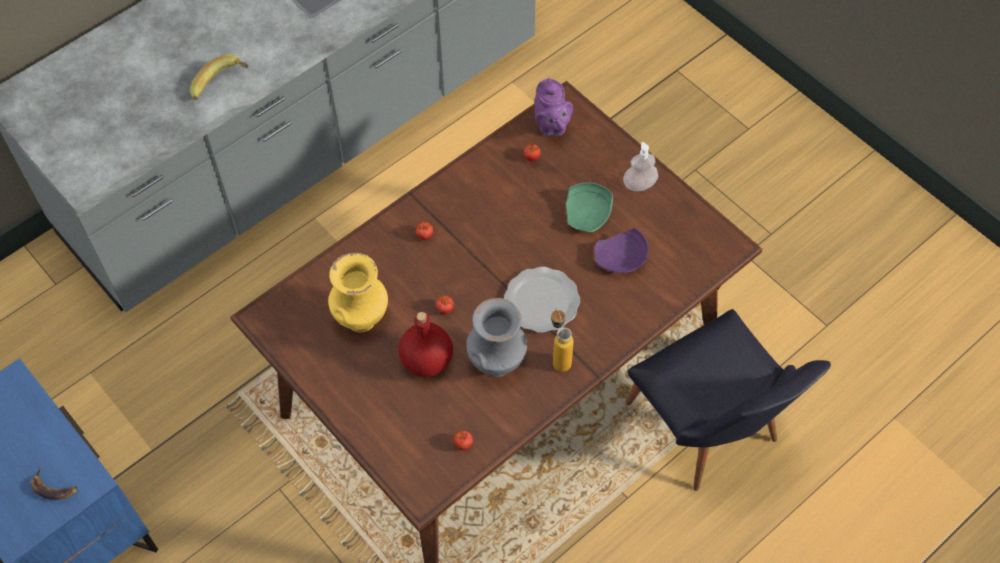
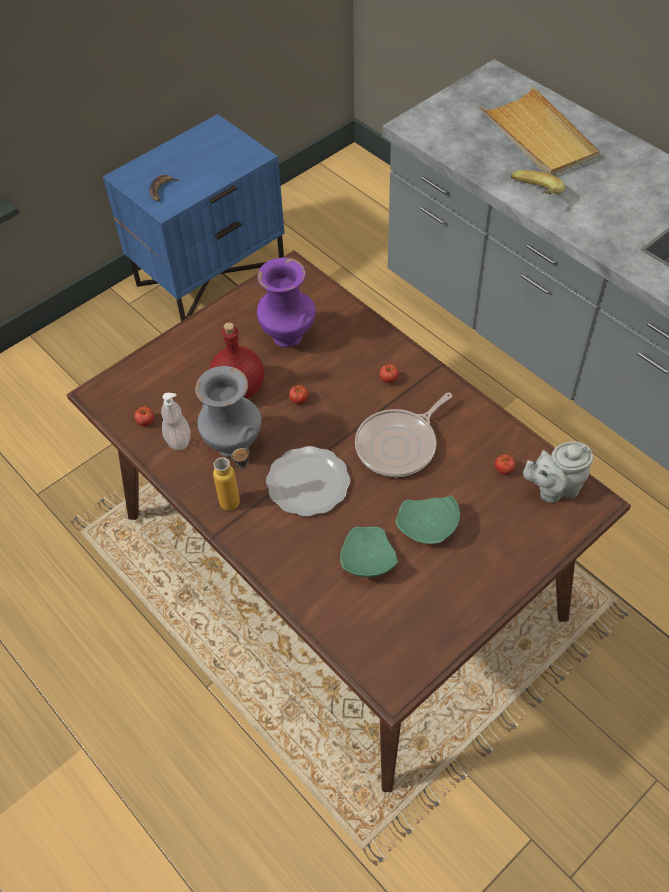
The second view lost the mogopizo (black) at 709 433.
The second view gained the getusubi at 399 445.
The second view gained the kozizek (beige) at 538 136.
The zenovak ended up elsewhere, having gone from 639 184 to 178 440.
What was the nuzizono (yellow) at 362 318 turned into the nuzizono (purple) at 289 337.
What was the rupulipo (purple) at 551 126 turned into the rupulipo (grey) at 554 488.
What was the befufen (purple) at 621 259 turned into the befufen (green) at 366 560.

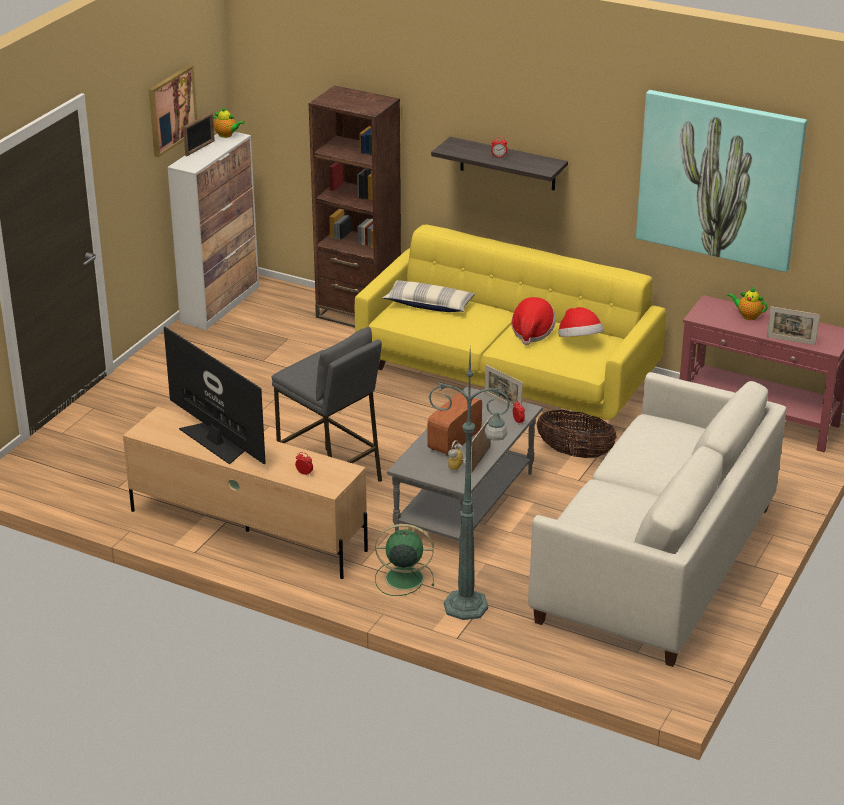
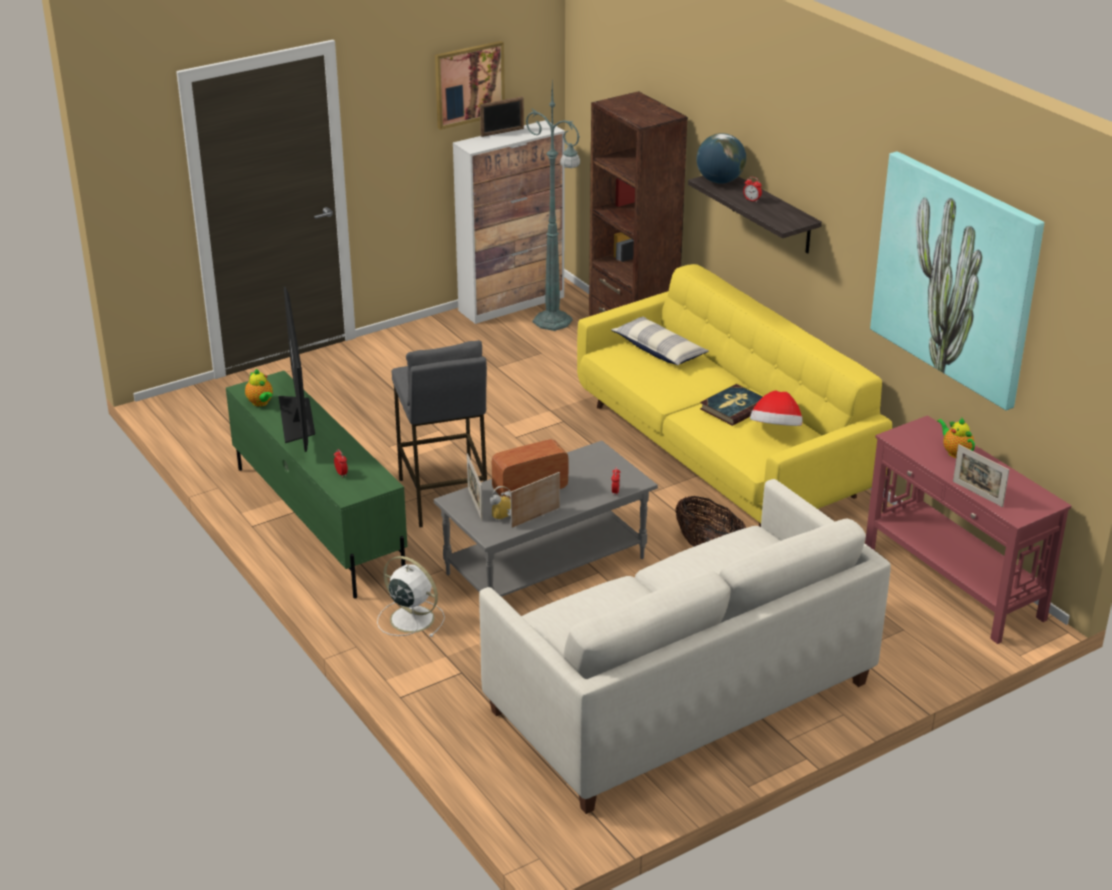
The second view gained the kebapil at 720 181.
The rupulipo ended up elsewhere, having gone from 227 135 to 261 403.
The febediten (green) ended up elsewhere, having gone from 468 606 to 554 322.
The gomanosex ended up elsewhere, having gone from 502 403 to 475 504.
Where the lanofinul stood at 532 333, the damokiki came to stand at 734 407.
What was the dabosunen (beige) at 246 529 turned into the dabosunen (green) at 318 520.
What was the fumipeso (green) at 402 578 turned into the fumipeso (white) at 410 618.

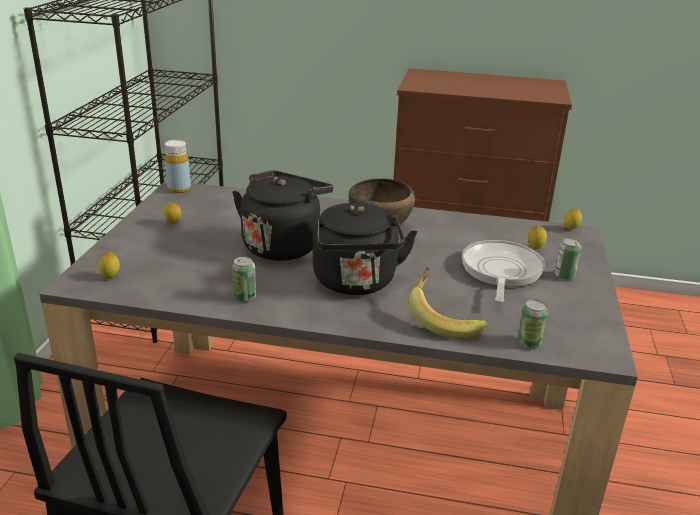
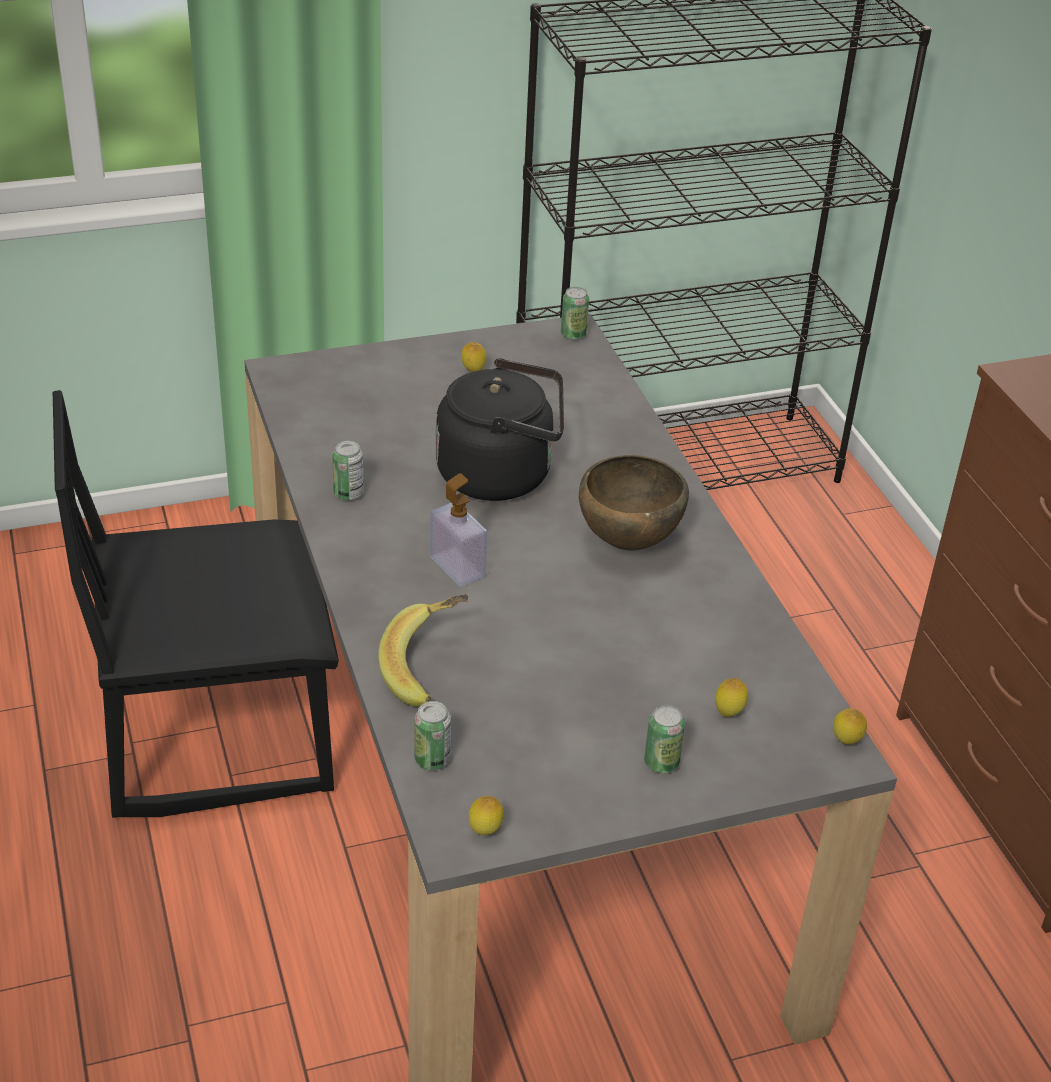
The second view lost the getusubi at 500 272.
The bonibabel ended up elsewhere, having gone from 111 277 to 485 832.
Where the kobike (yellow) stood at 179 189, the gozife came to stand at 573 335.
Where the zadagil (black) stood at 356 283, the zenovak came to stand at 457 567.

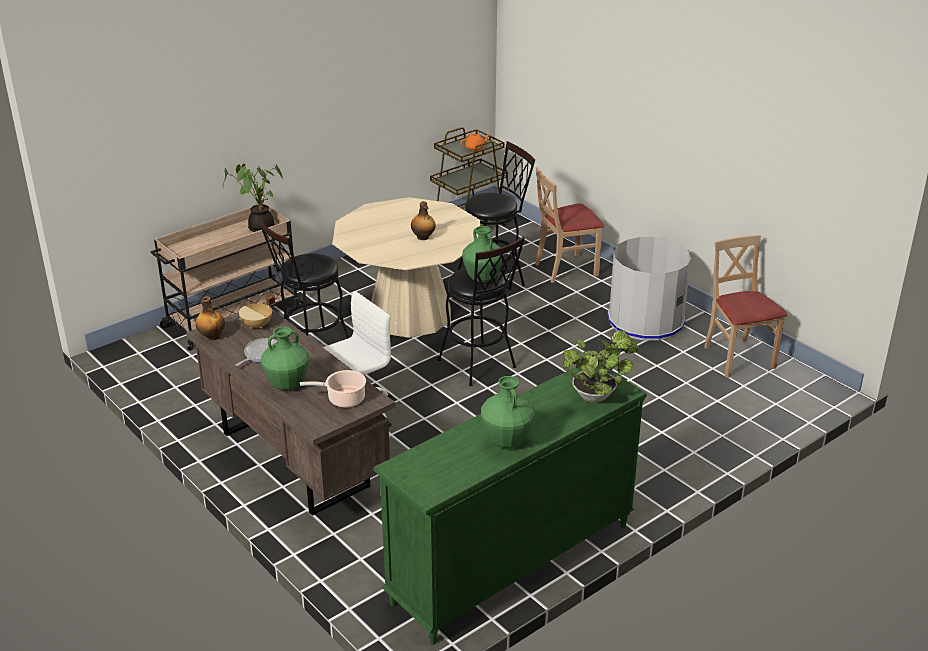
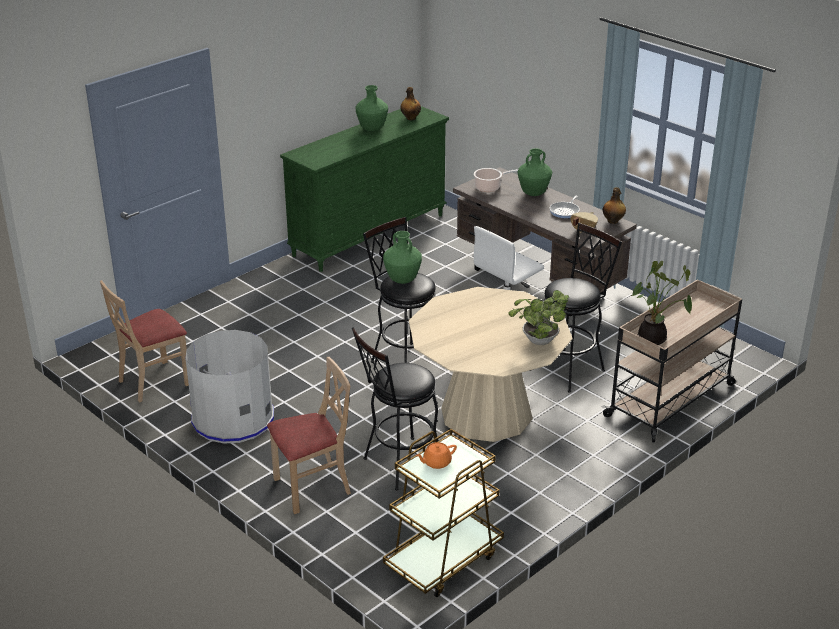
The kobike ended up elsewhere, having gone from 423 237 to 410 118.
The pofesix ended up elsewhere, having gone from 596 395 to 537 341.
The mogopizo (beige) at 738 358 ended up facing another way, 75 degrees clockwise from before.

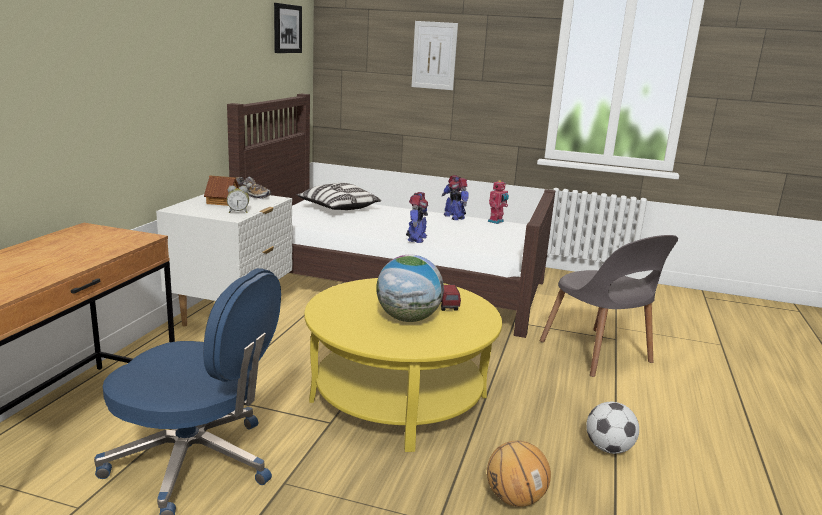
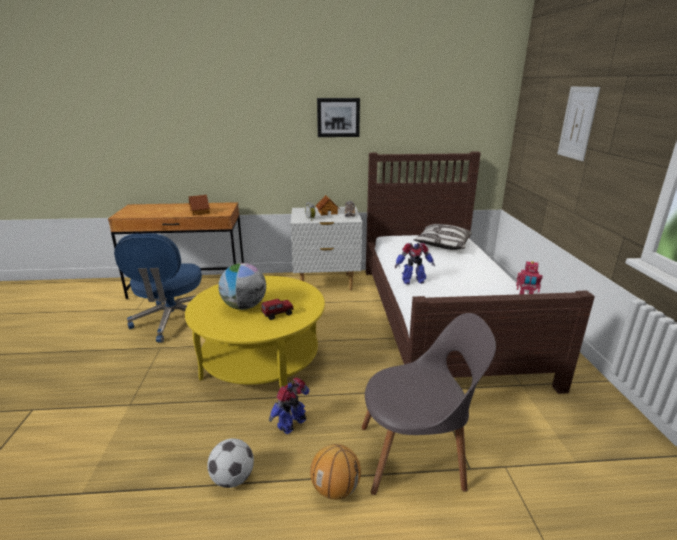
The second view gained the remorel at 200 212.
The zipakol ended up elsewhere, having gone from 286 28 to 338 117.
The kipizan ended up elsewhere, having gone from 454 217 to 293 424.
The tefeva ended up elsewhere, having gone from 514 498 to 335 488.
The mogopizo (grey) at 598 354 ended up facing another way, 135 degrees counterclockwise from before.

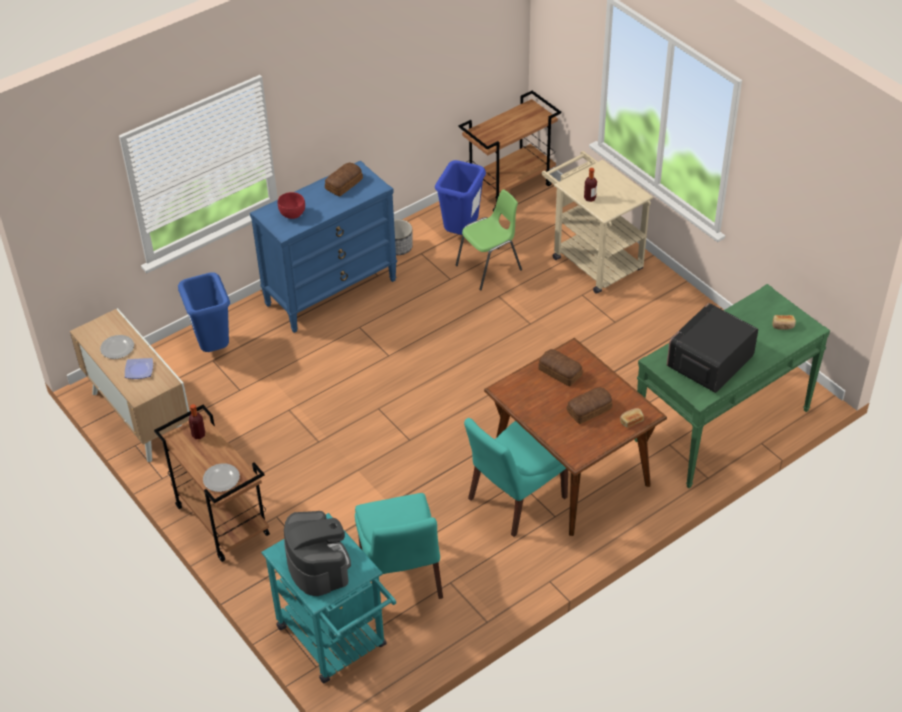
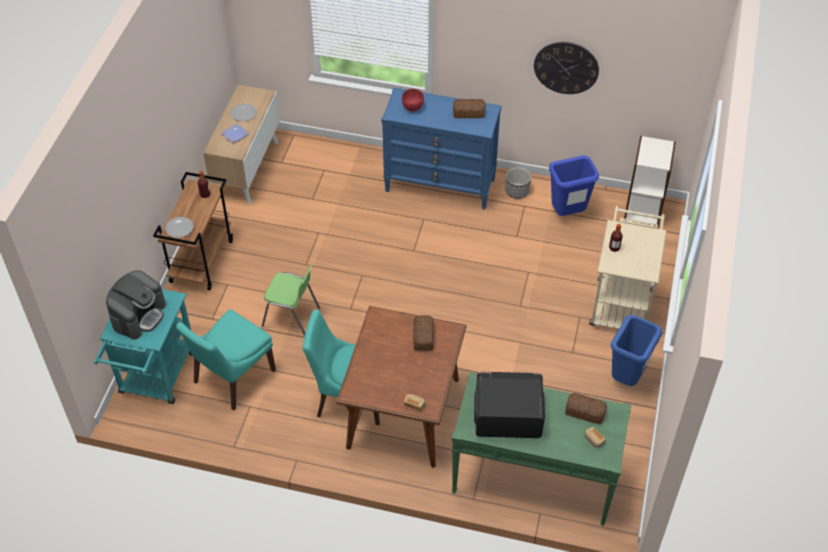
The second view gained the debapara at 566 67.
The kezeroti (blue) ended up elsewhere, having gone from 213 348 to 626 378.
The mogopizo (green) ended up elsewhere, having gone from 490 268 to 291 317.
The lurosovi ended up elsewhere, having gone from 590 410 to 585 412.
Where the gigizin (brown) stood at 509 187, the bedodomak came to stand at 643 210.

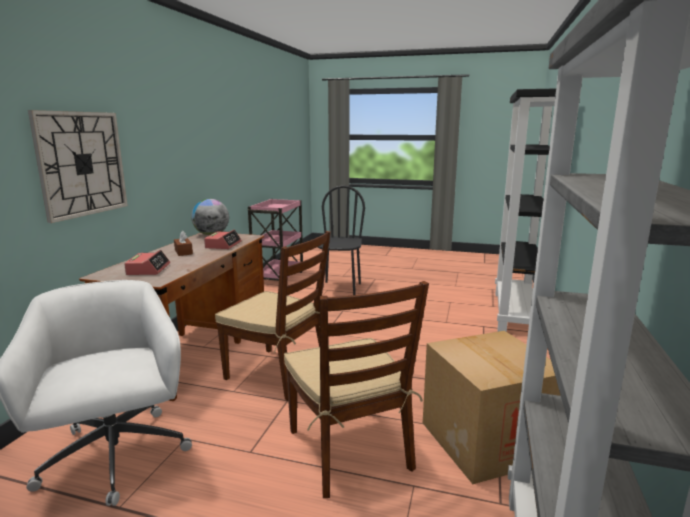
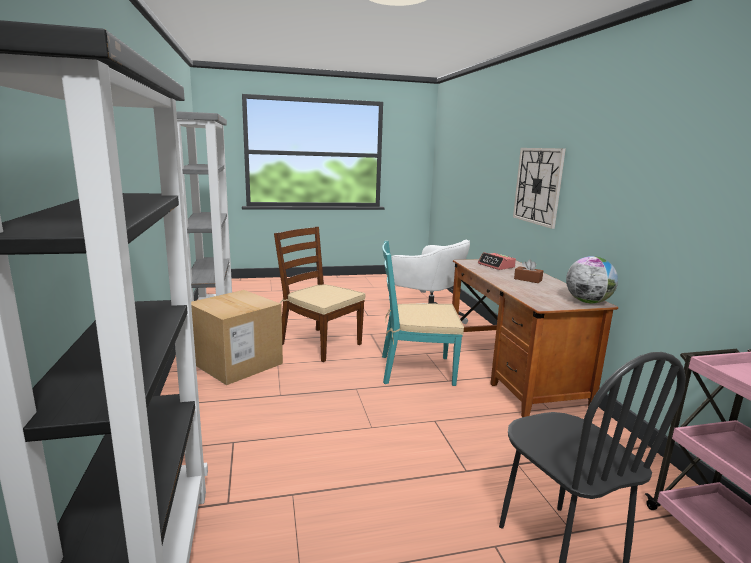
The second view lost the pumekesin at 223 245.
What was the mogopizo (brown) at 278 373 turned into the mogopizo (turquoise) at 416 370.

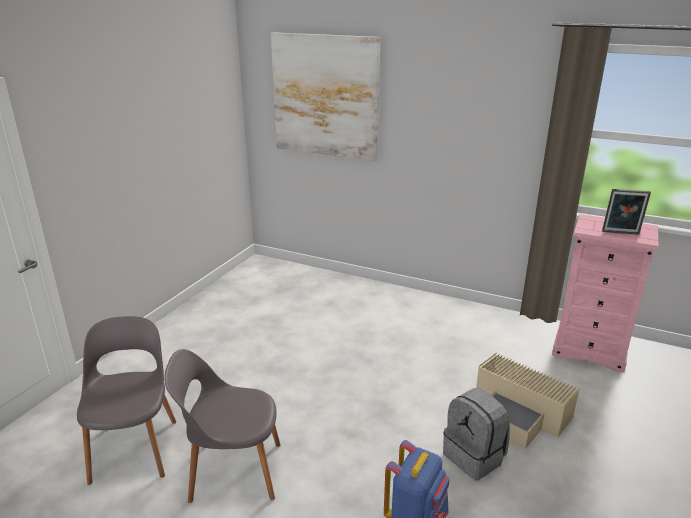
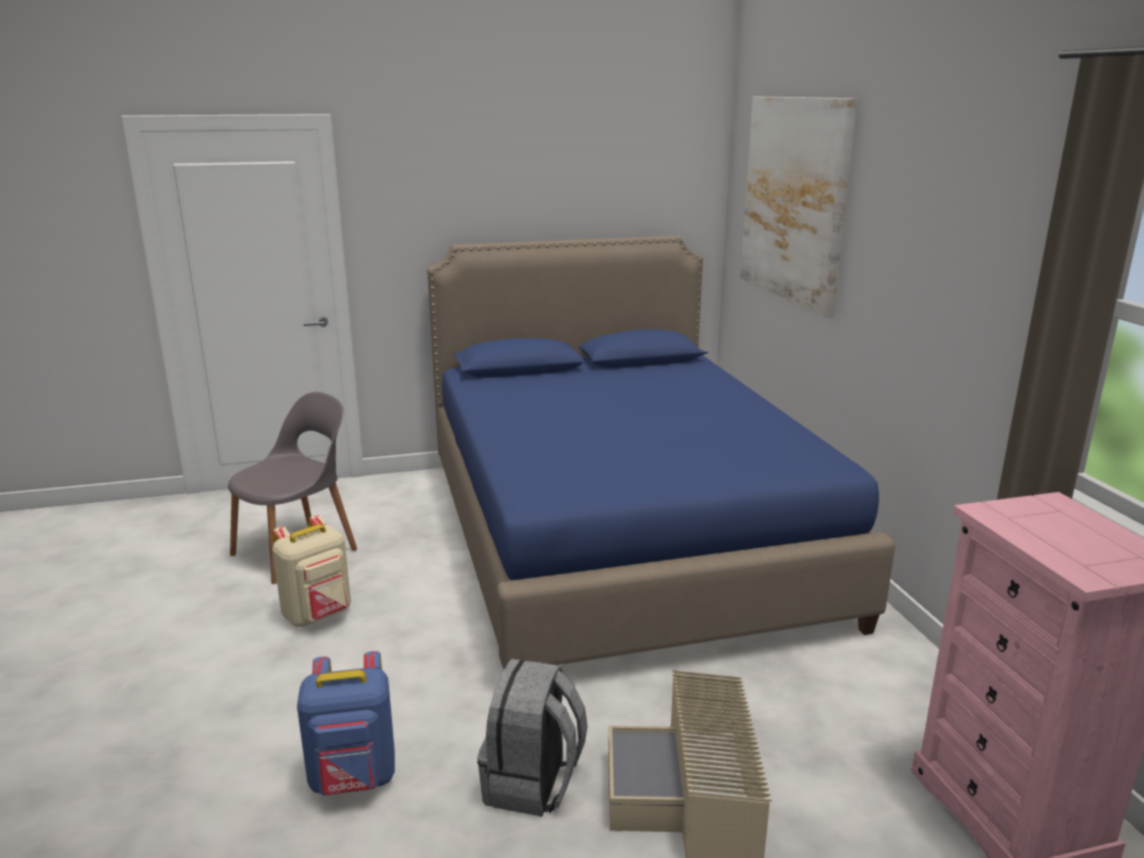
The second view lost the gomanosex at 620 233.
The second view gained the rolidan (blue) at 620 538.
Where the mogopizo (grey) stood at 233 471, the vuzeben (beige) came to stand at 318 616.

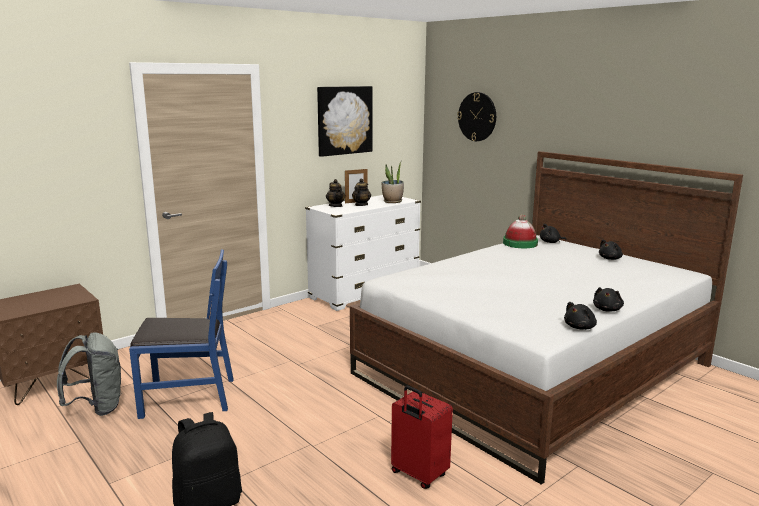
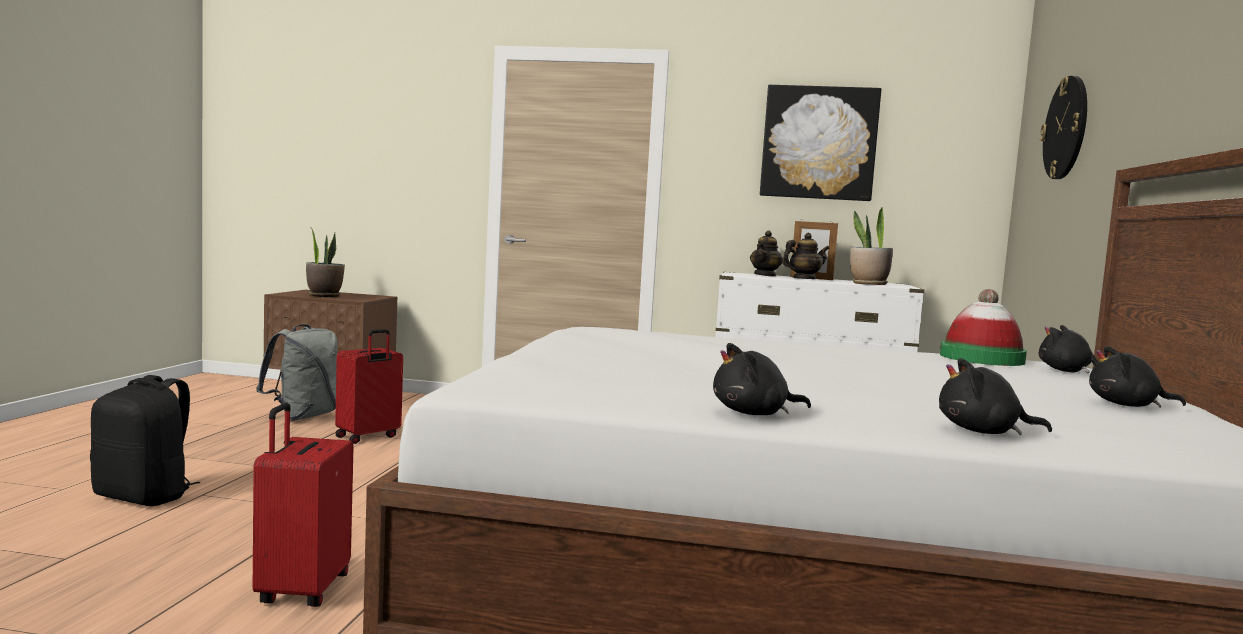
The second view gained the pofesix at 324 296.
The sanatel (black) ended up elsewhere, having gone from 580 327 to 983 432.
Where the mogopizo (blue) stood at 188 397, the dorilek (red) came to stand at 368 437.

